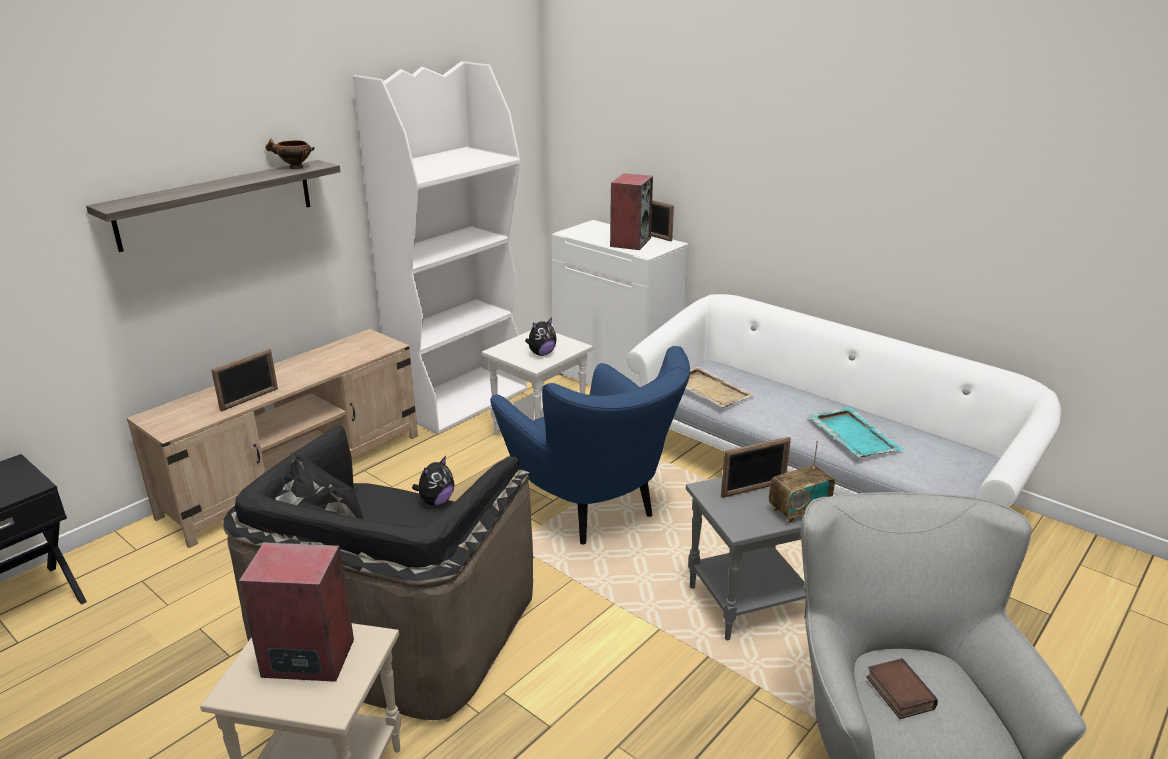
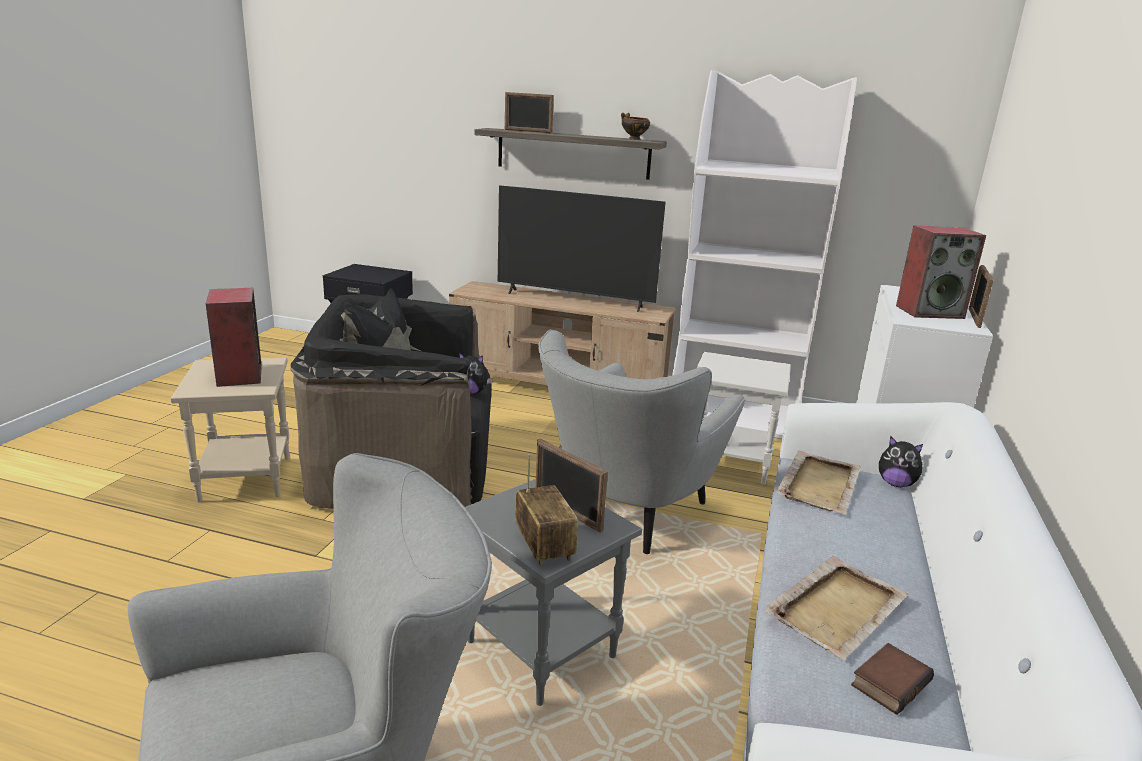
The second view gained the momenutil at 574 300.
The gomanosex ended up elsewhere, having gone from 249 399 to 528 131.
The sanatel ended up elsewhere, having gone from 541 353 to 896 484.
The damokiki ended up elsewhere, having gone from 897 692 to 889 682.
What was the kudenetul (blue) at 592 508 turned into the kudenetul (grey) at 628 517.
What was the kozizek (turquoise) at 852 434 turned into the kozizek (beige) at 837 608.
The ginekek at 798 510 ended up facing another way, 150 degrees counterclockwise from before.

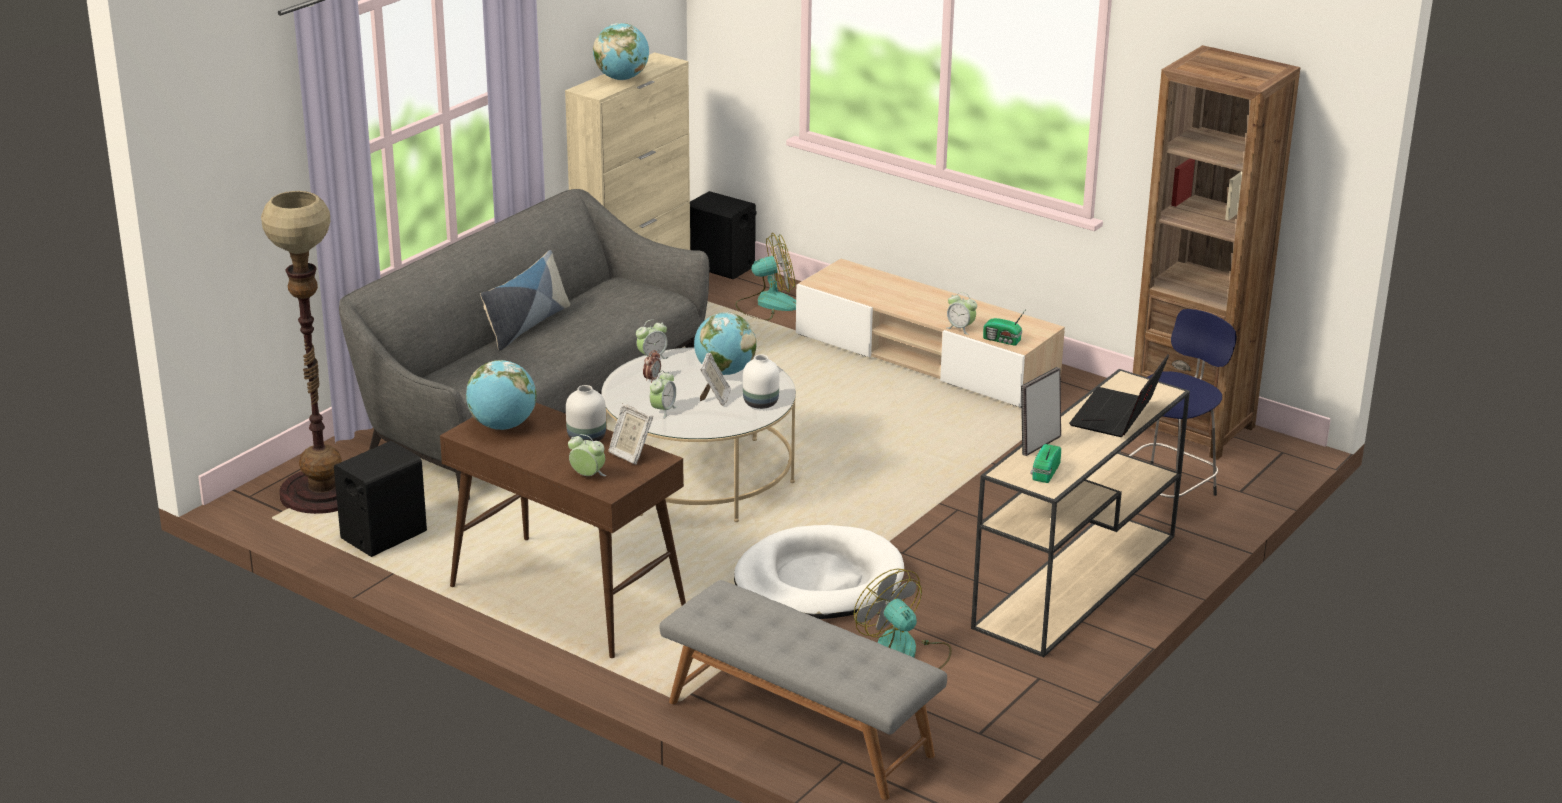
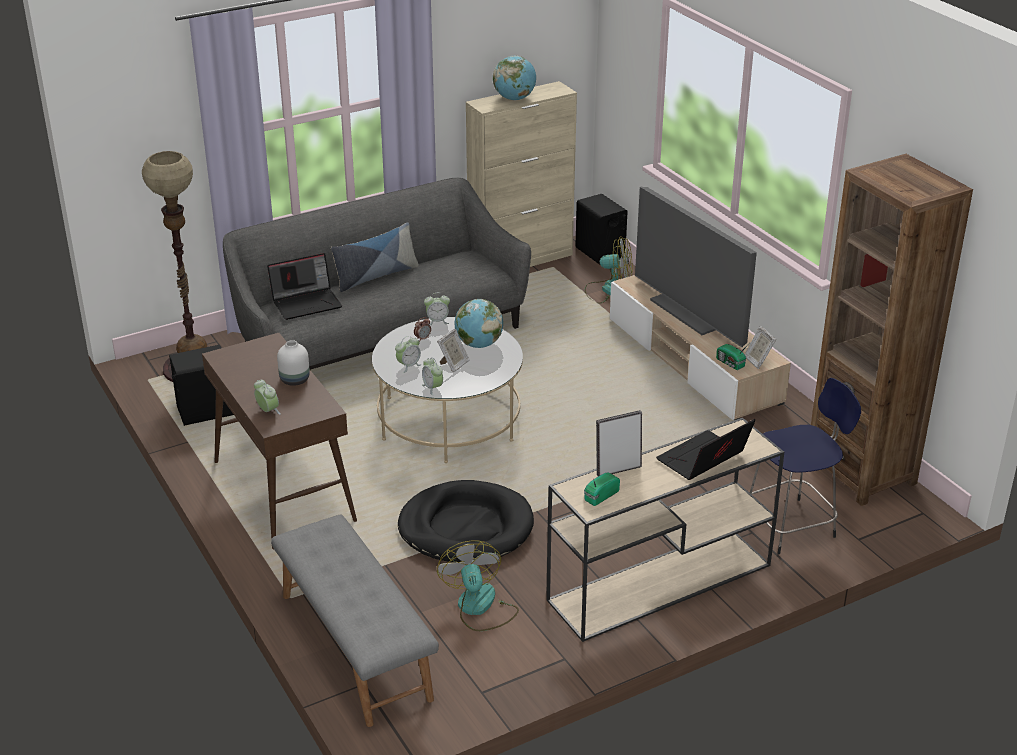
The second view lost the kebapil at 503 426.
The second view lost the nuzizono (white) at 760 403.
The second view gained the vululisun at 307 302.
The second view gained the momenutil at 691 312.
The gomanosex ended up elsewhere, having gone from 630 454 to 757 361.
The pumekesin ended up elsewhere, having gone from 960 328 to 432 388.
What was the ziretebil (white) at 818 581 turned into the ziretebil (black) at 466 527.

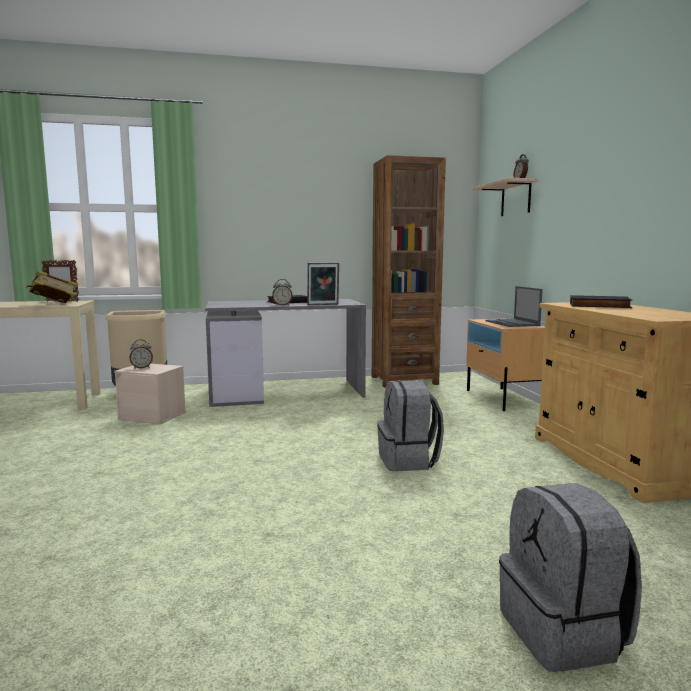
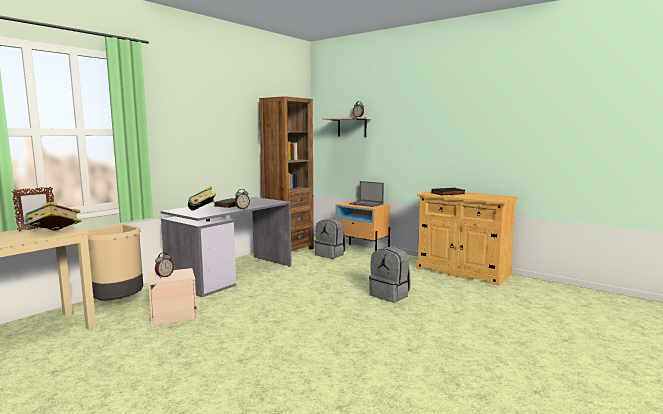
The second view lost the gomanosex at 323 305.
The second view gained the damokiki at 202 211.
The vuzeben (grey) ended up elsewhere, having gone from 564 633 to 330 255.

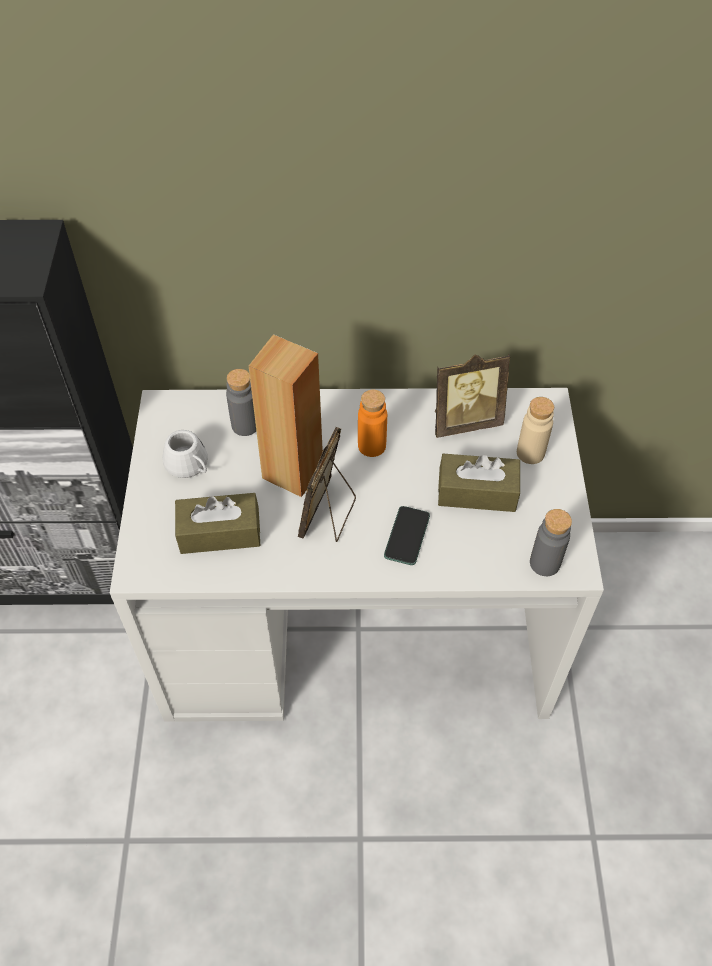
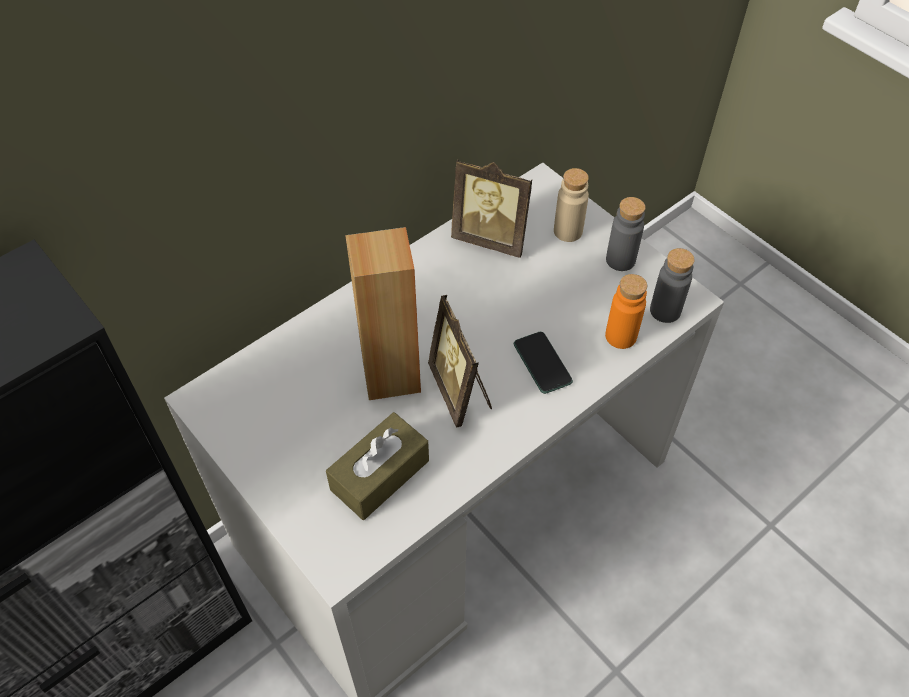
The second view lost the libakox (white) at 190 466.
The second view lost the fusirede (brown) at 477 492.
The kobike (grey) ended up elsewhere, having gone from 245 425 to 620 260.
The kobike (orange) ended up elsewhere, having gone from 371 446 to 620 336.
The gomanosex at 464 421 ended up facing another way, 75 degrees clockwise from before.

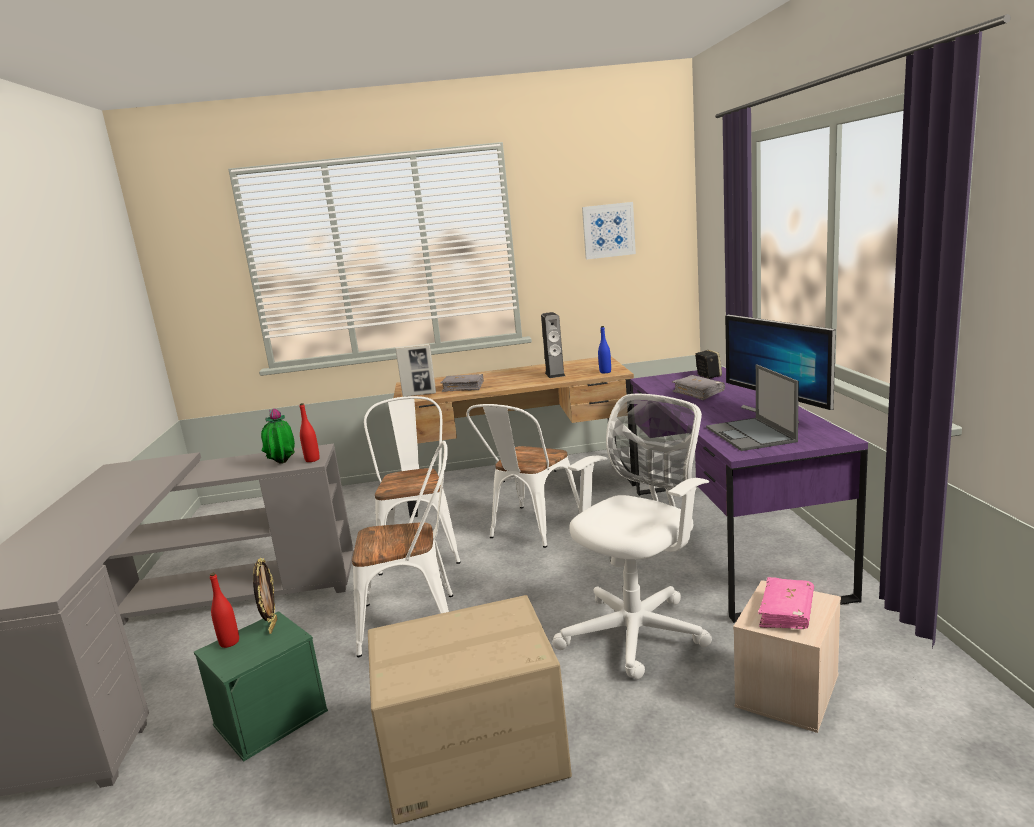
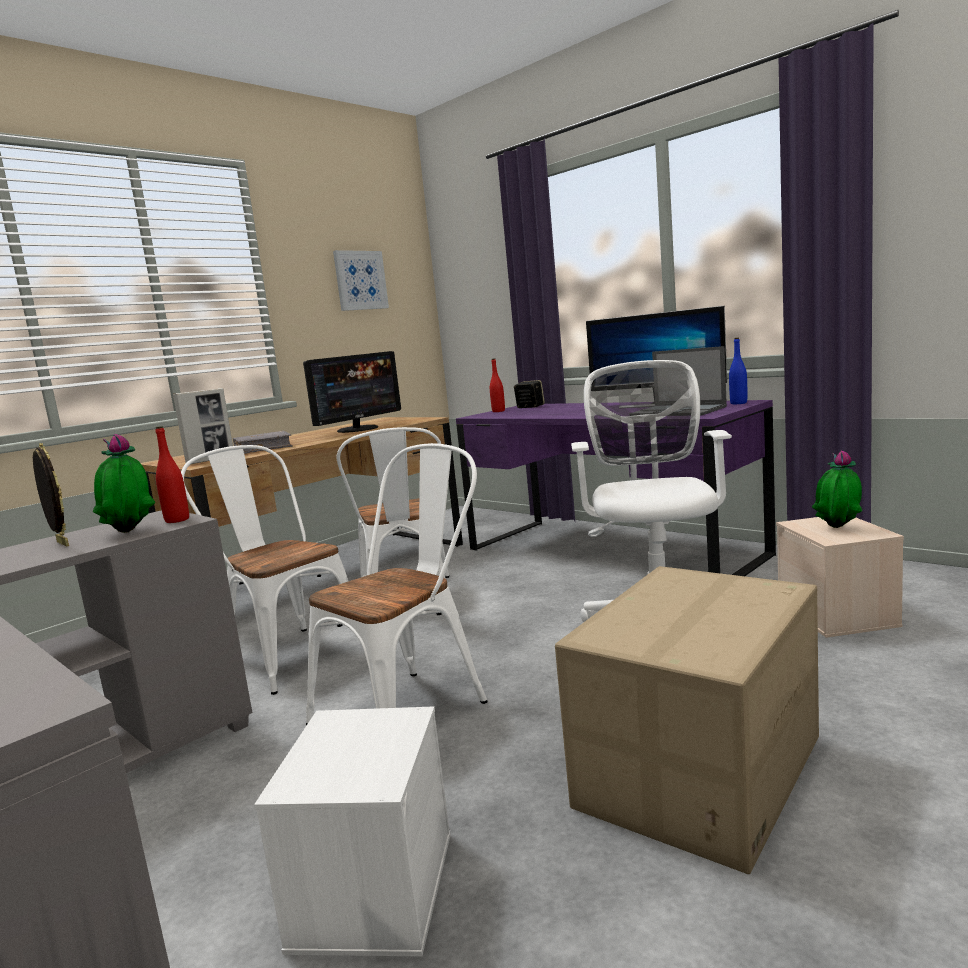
The second view lost the damokiki (grey) at 698 393.
The kobike (red) ended up elsewhere, having gone from 229 642 to 498 411.
The gomanosex ended up elsewhere, having gone from 272 626 to 61 544.
The kobike (blue) ended up elsewhere, having gone from 605 372 to 738 403.
Where the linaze stood at 555 374, the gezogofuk came to stand at 358 429.
Where the damokiki (pink) stood at 786 612, the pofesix came to stand at 837 529.
What was the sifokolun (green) at 271 717 turned into the sifokolun (white) at 372 887.

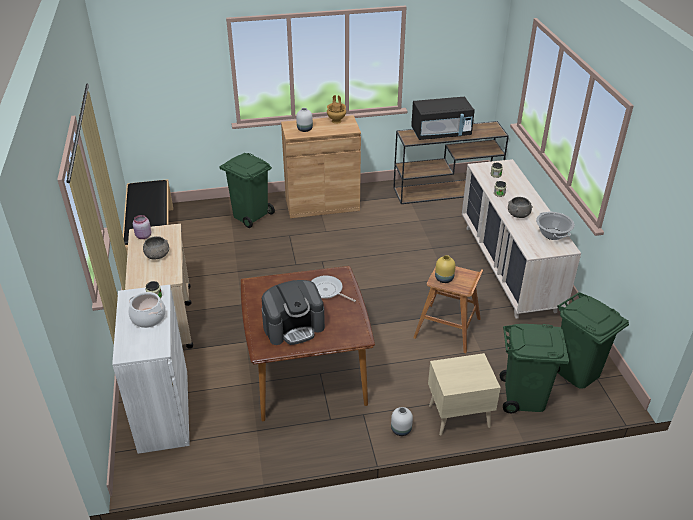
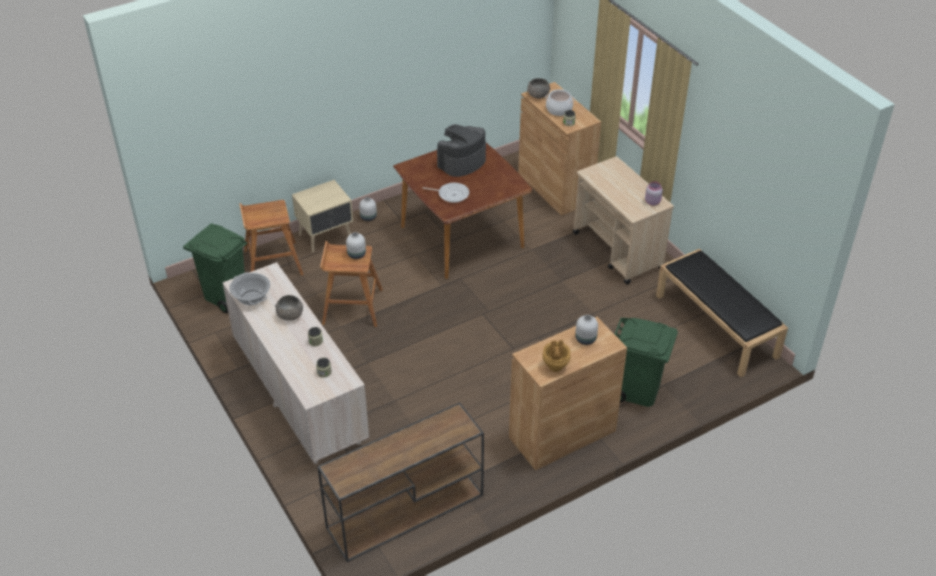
The second view lost the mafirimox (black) at 441 133.
The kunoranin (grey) ended up elsewhere, having gone from 157 255 to 538 95.
Where the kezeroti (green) stood at 524 398, the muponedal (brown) came to stand at 272 262.
What was the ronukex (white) at 163 410 turned into the ronukex (brown) at 555 188.
What was the nuzizono (yellow) at 444 278 turned into the nuzizono (white) at 356 255.

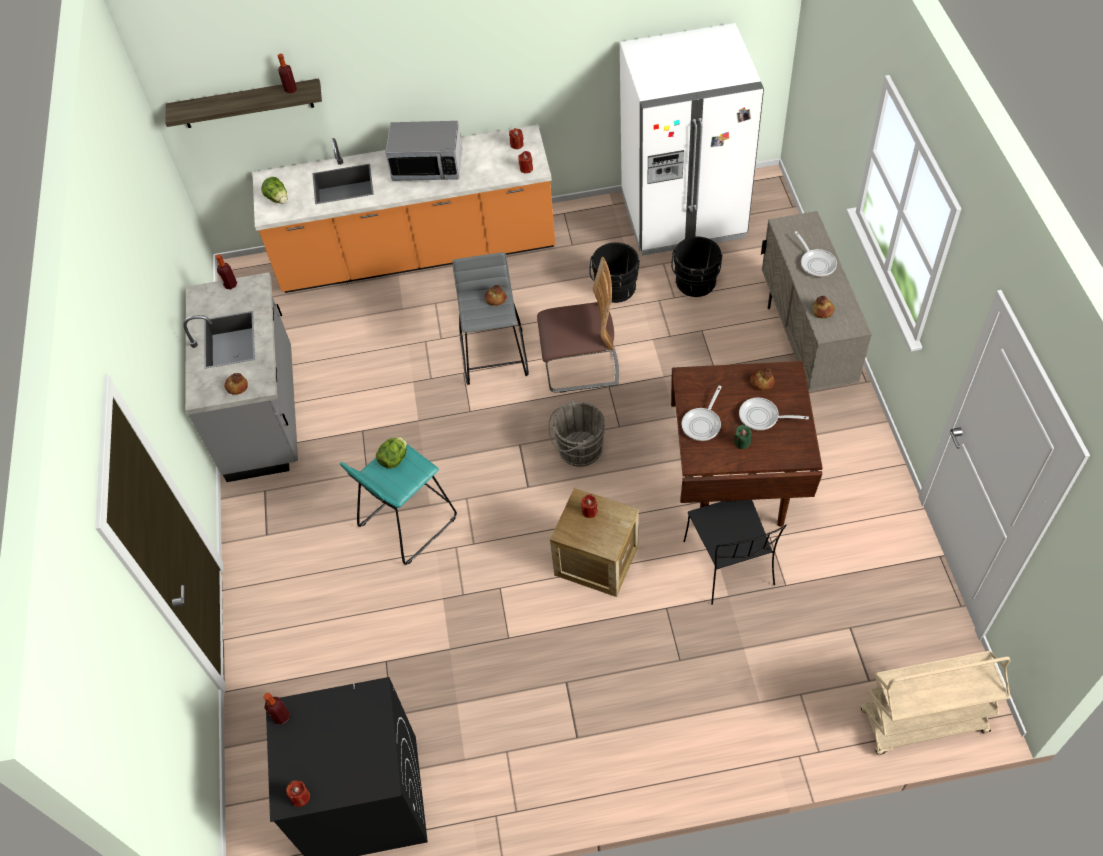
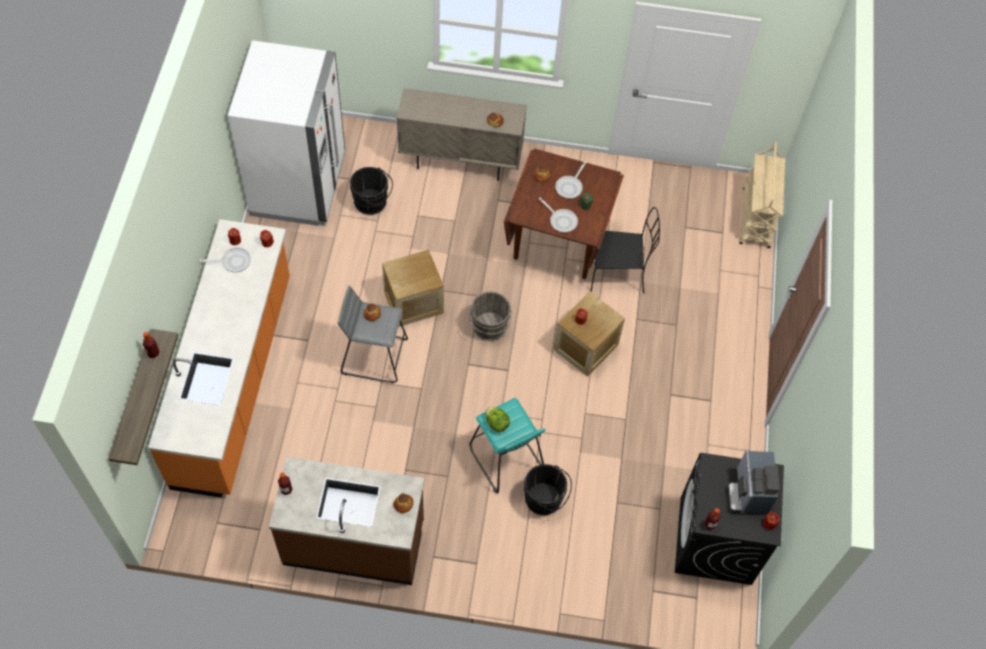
The second view lost the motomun at 278 199.
The second view lost the mafirimox at 428 166.
The second view gained the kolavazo at 748 493.
The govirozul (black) ended up elsewhere, having gone from 615 290 to 545 500.
The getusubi ended up elsewhere, having gone from 816 263 to 233 261.
Where the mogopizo stood at 580 366, the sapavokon came to stand at 413 302.
What was the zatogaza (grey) at 263 415 turned into the zatogaza (brown) at 354 542.

